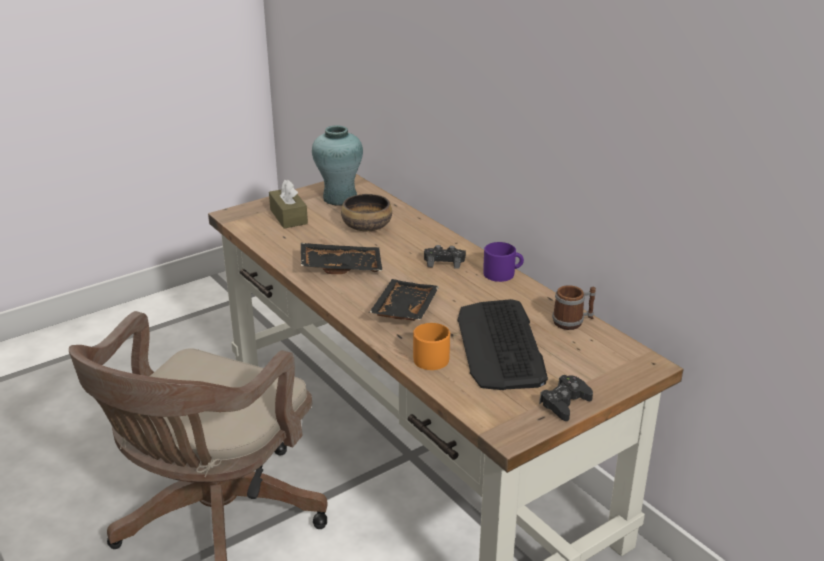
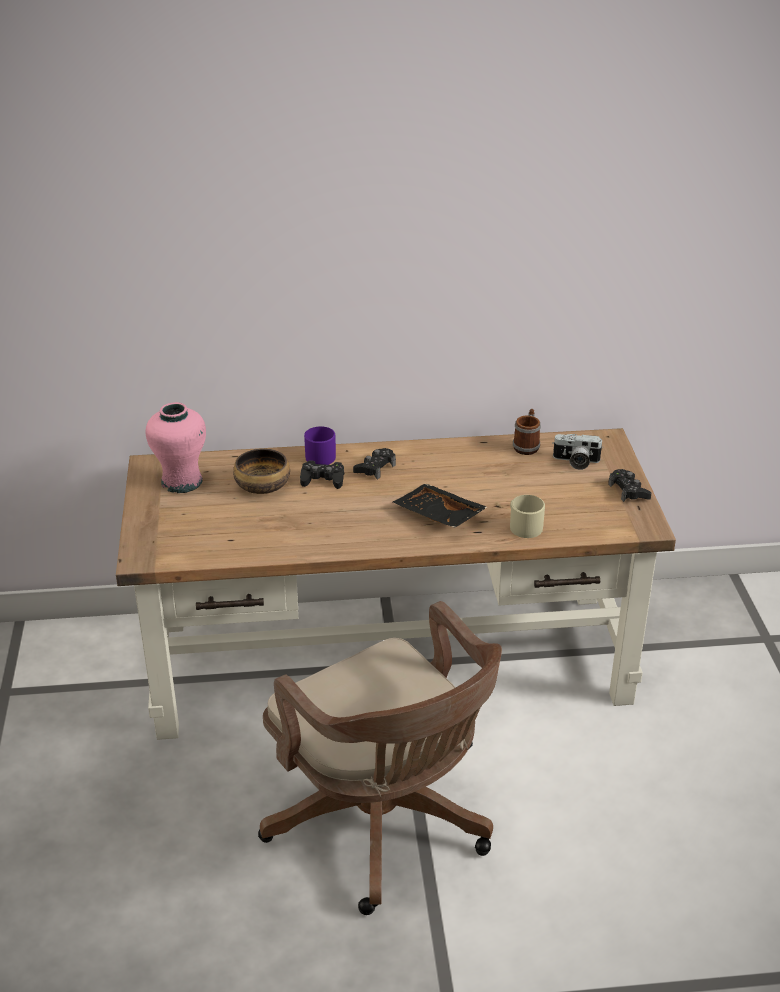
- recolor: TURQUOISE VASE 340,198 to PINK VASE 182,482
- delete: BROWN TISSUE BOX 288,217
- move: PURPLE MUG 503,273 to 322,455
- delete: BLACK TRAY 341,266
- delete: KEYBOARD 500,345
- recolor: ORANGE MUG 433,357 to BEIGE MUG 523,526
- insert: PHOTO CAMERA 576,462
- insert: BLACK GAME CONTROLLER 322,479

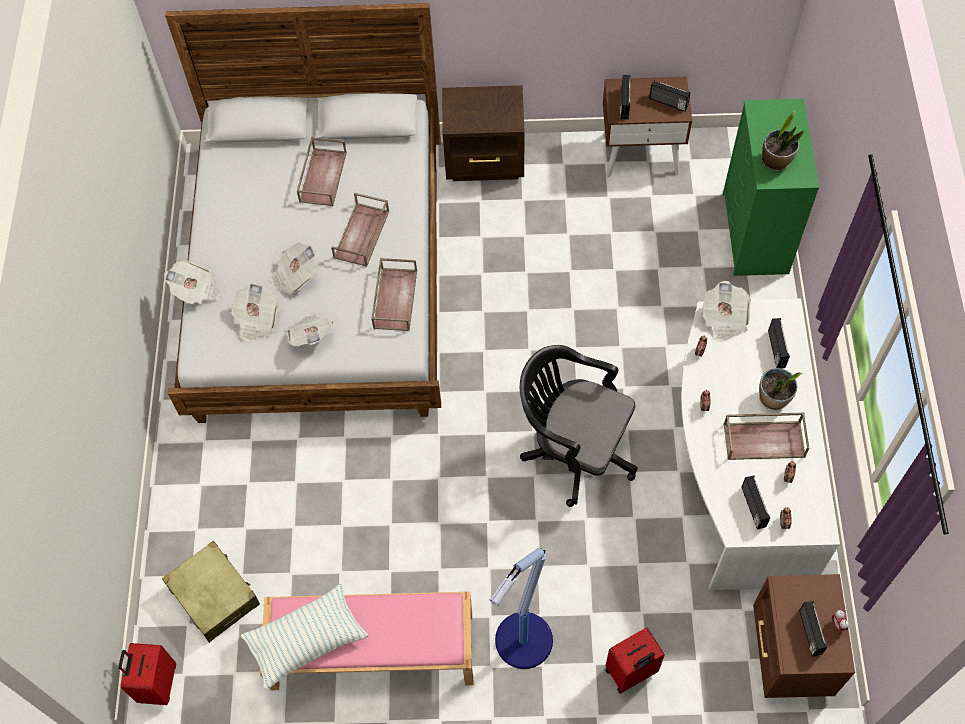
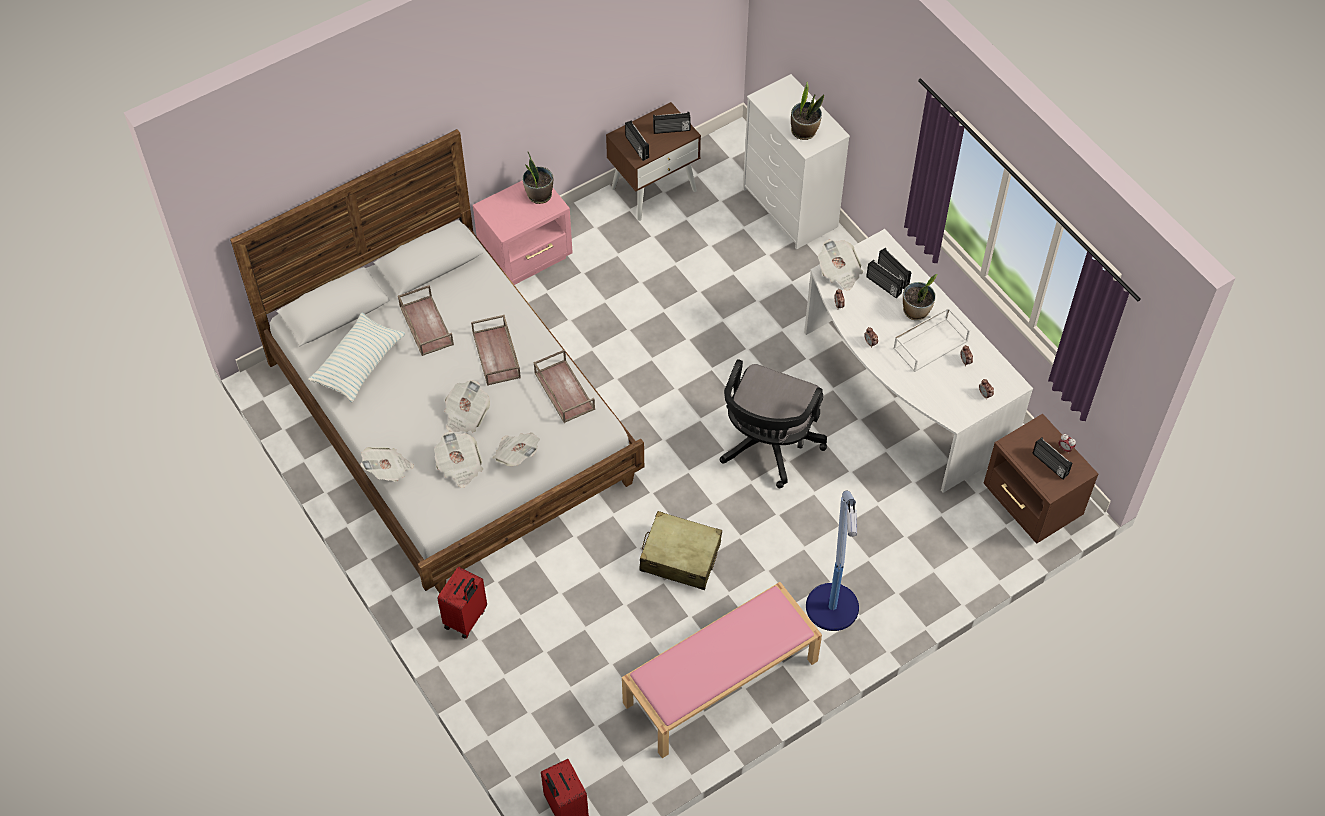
- recolor: BROWN NIGHTSTAND 486,162 to PINK NIGHTSTAND 527,257
- recolor: GREEN DRESSER 755,234 to WHITE DRESSER 790,208
- rotate: BLACK OFFICE CHAIR 573,450 = 767,446 60 degrees counterclockwise
- recolor: BROWN TRAY 764,439 to WHITE TRAY 930,343
- move: RADIO 752,507 to 883,286
- move: BEIGE SUITCASE 214,595 to 680,557
- move: PILLOW 306,640 to 359,364
- move: RED SUITCASE 631,672 to 466,619
- insert: POTTED PLANT 539,195

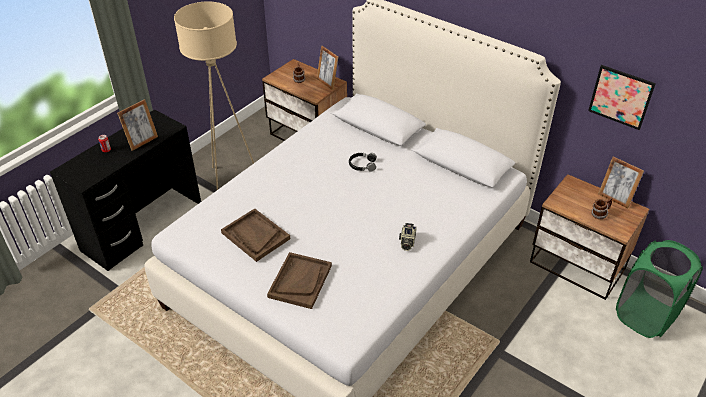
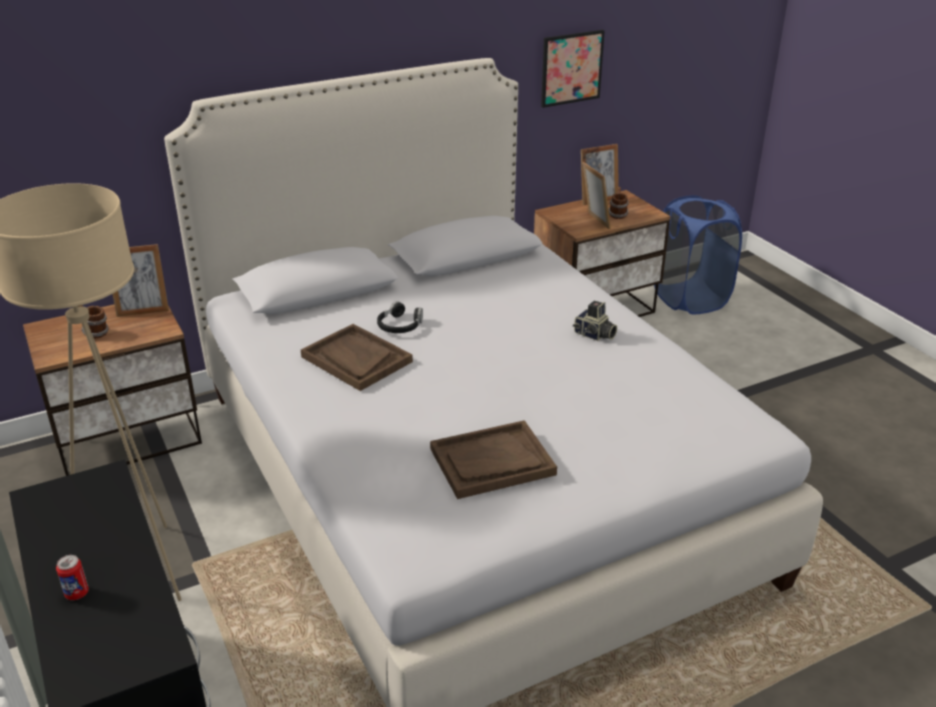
- move: PICTURE FRAME 142,142 to 594,222
- recolor: GREEN LAUNDRY BASKET 645,315 to BLUE LAUNDRY BASKET 689,298
- move: BROWN TRAY 300,281 to 356,359

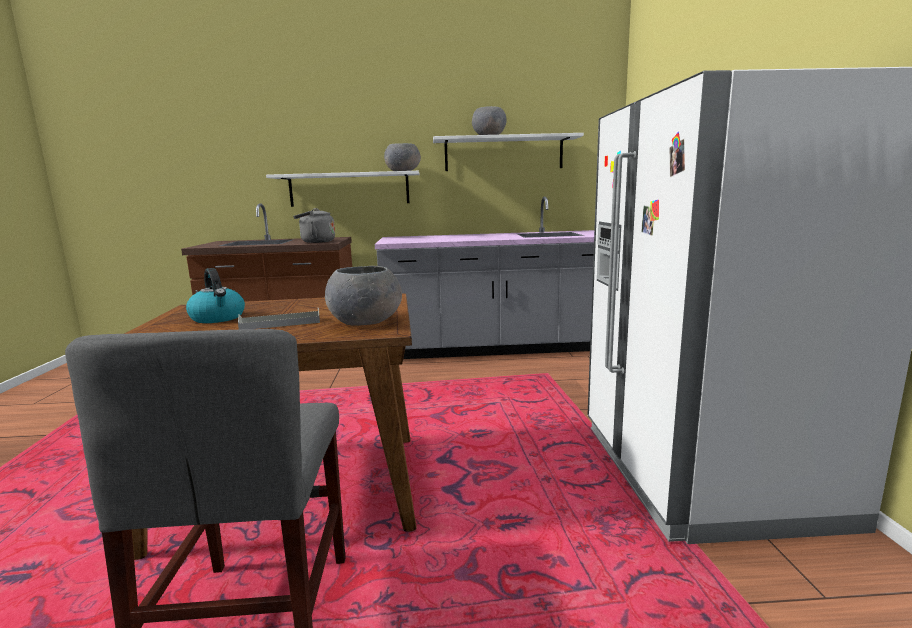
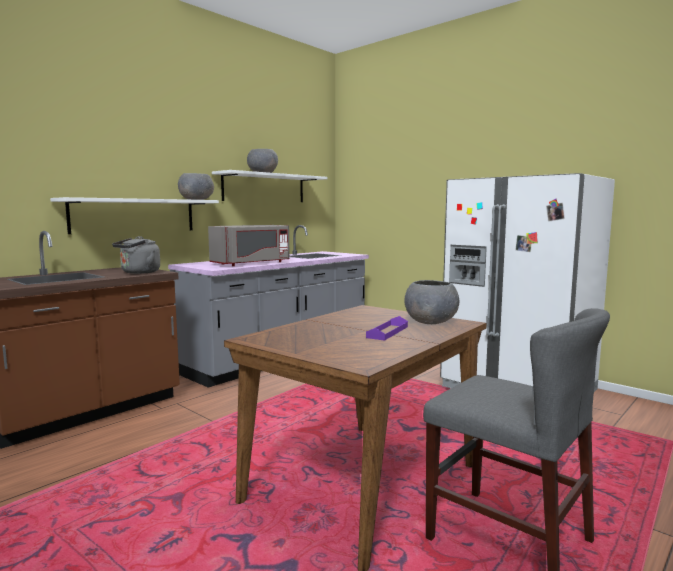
- delete: KETTLE 218,318
- recolor: GREY TRAY 280,323 to PURPLE TRAY 387,332
- insert: GREY MICROWAVE 252,263

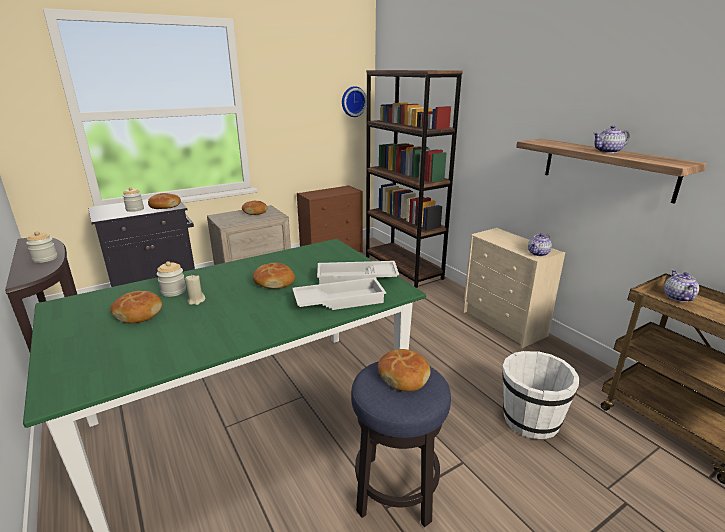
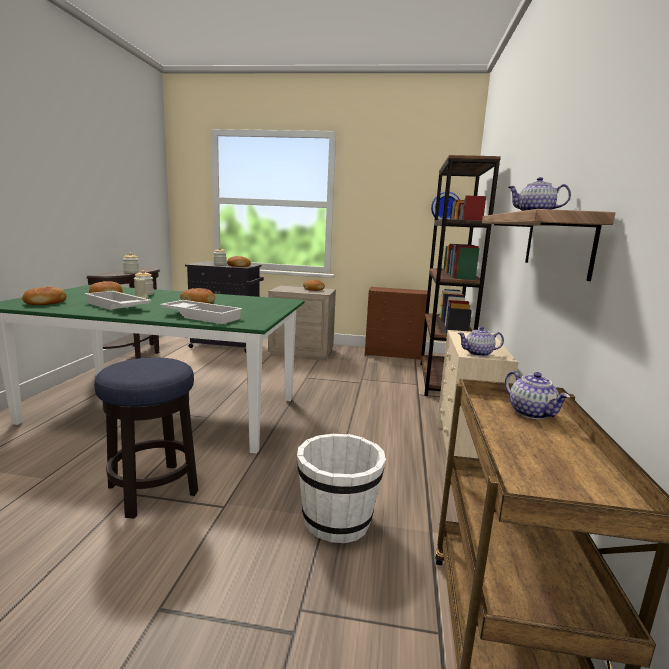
- move: WHITE TRAY 356,278 to 116,306
- rotate: TEAPOT 677,297 = 532,413 105 degrees clockwise
- move: BREAD 404,376 to 46,302

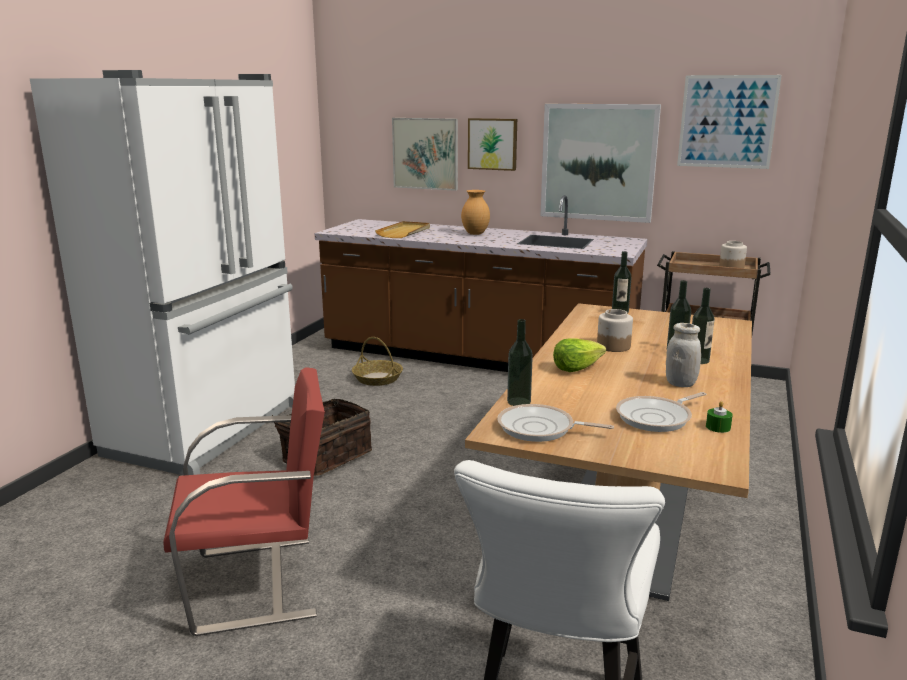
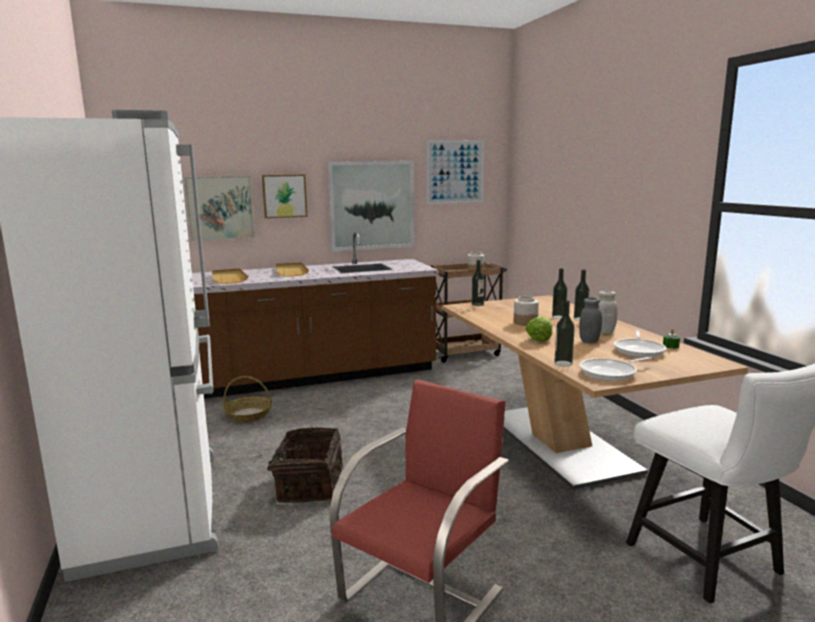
- replace: BROWN VASE 475,234 to BEIGE TRAY 290,271
- insert: GREY JAR 589,341

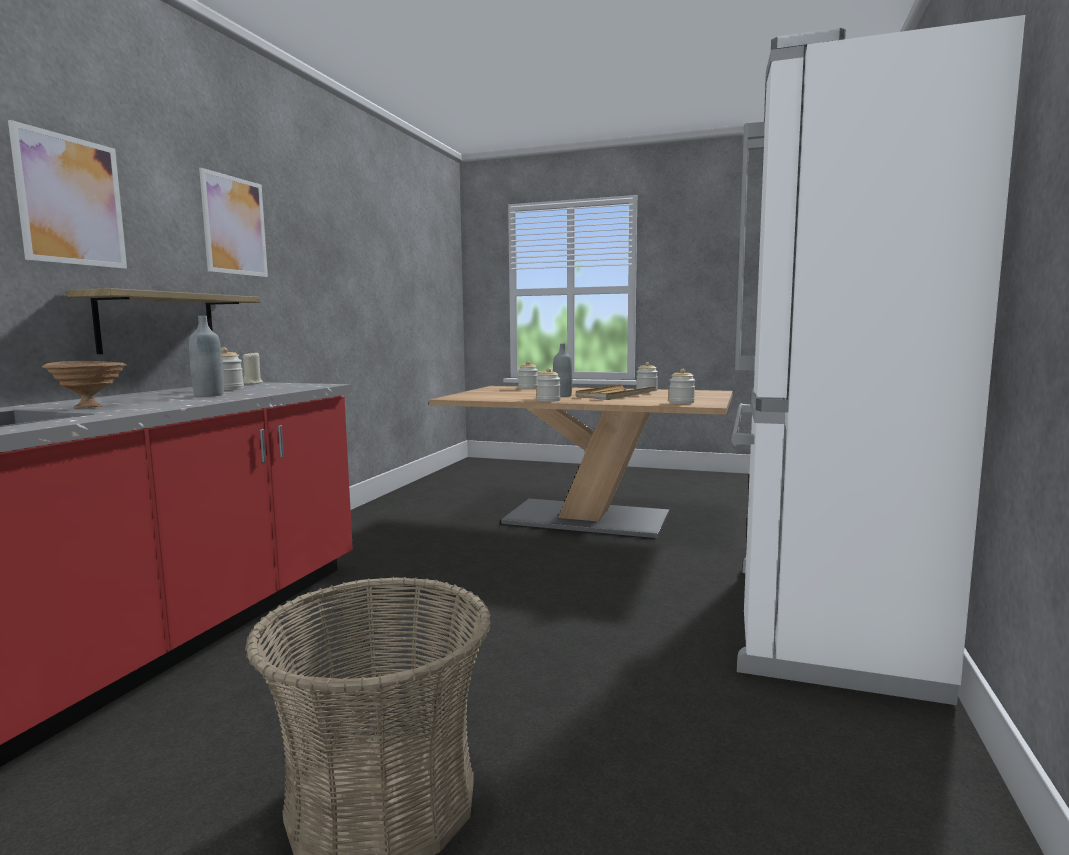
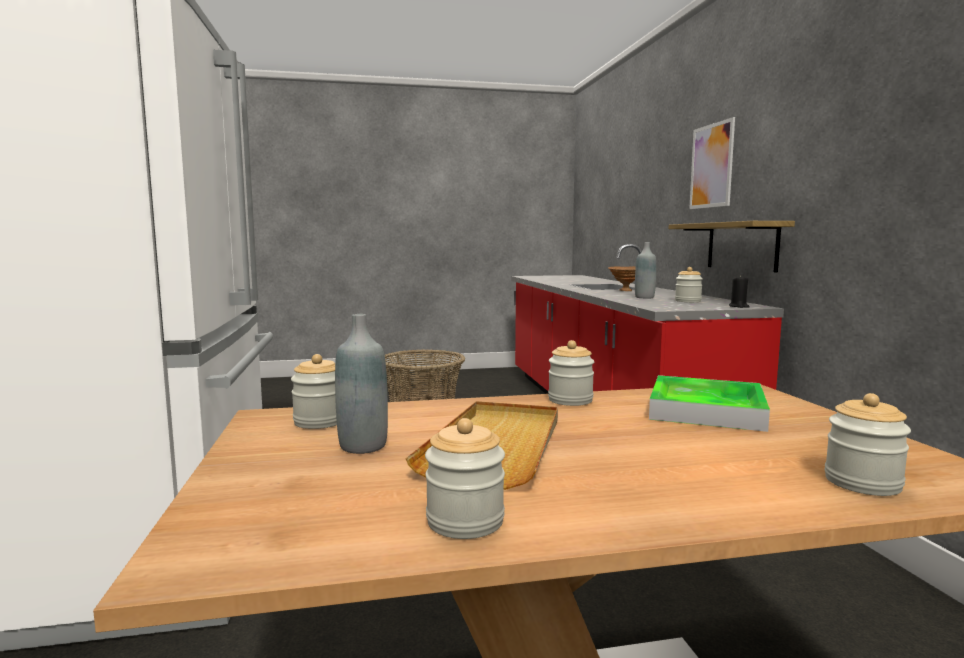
- delete: PICTURE 234,226
- move: GREY BOTTLE 562,396 to 363,446
- recolor: BEIGE CANDLE 253,383 to BLACK CANDLE 738,306
- insert: TRAY 706,410

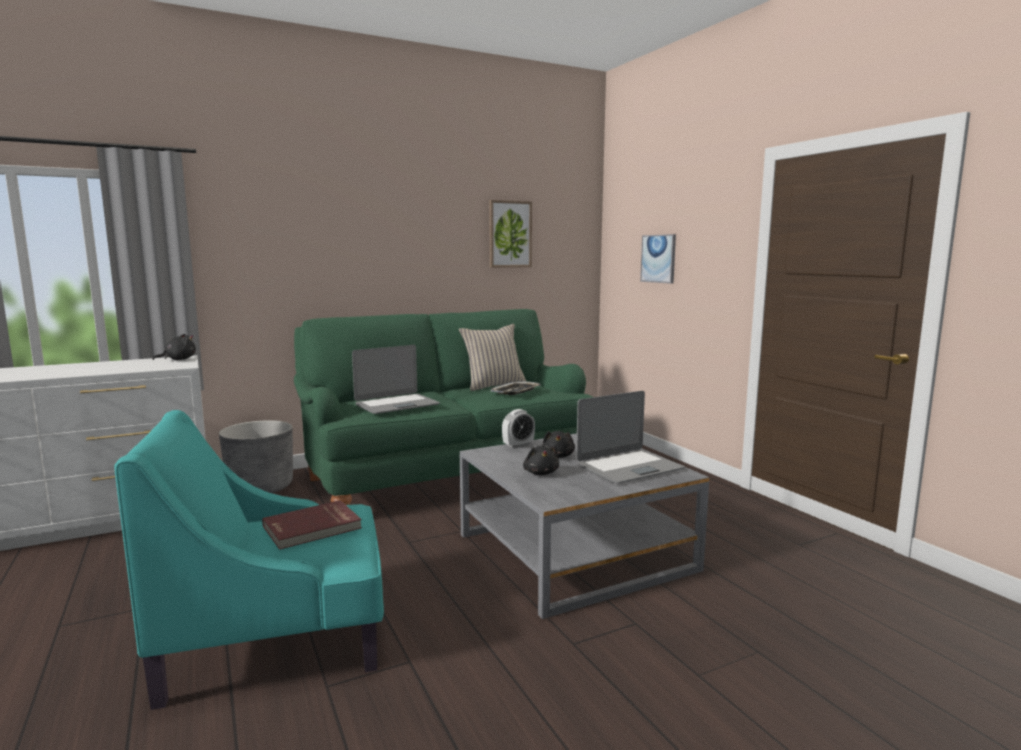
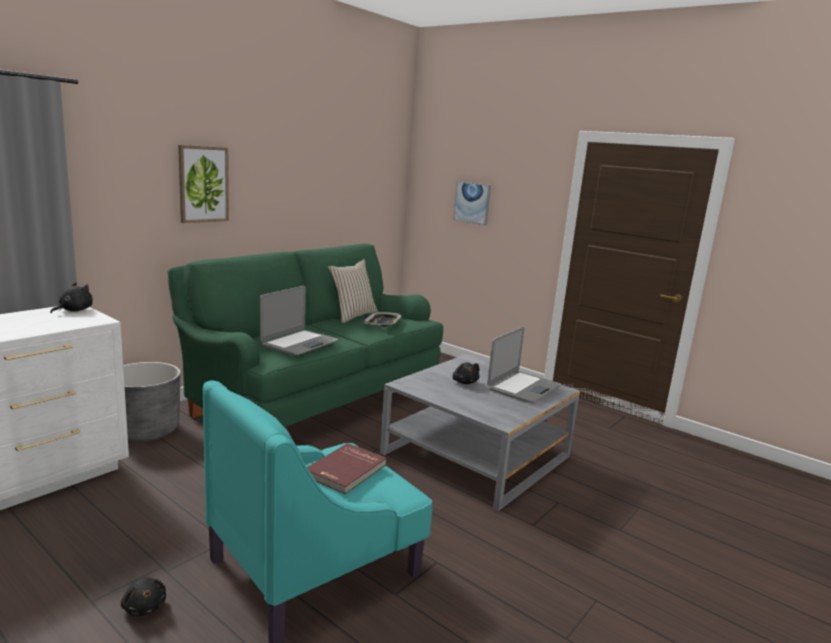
- move: PICTURE 510,234 to 203,184
- delete: ALARM CLOCK 518,445
- move: BLACK PLUSH TOY 541,473 to 144,606

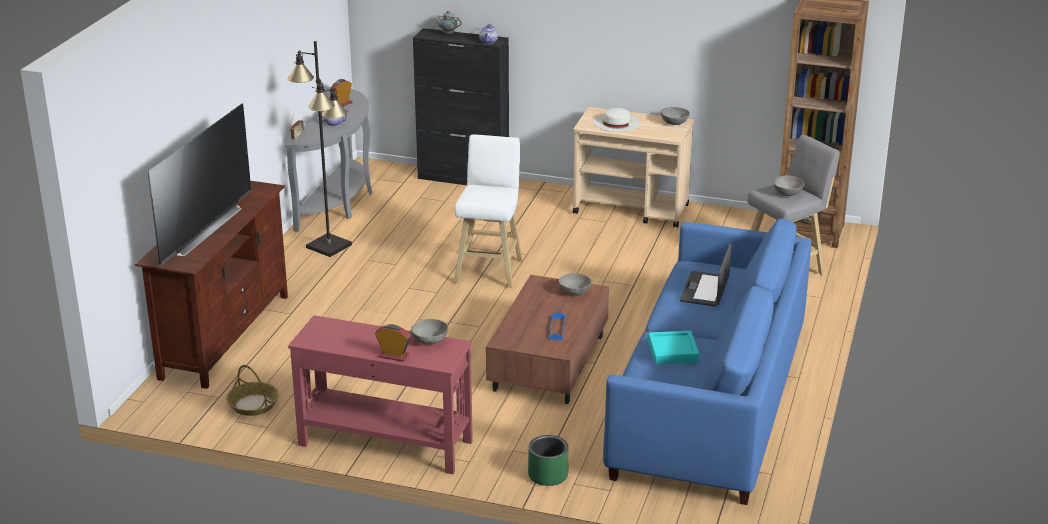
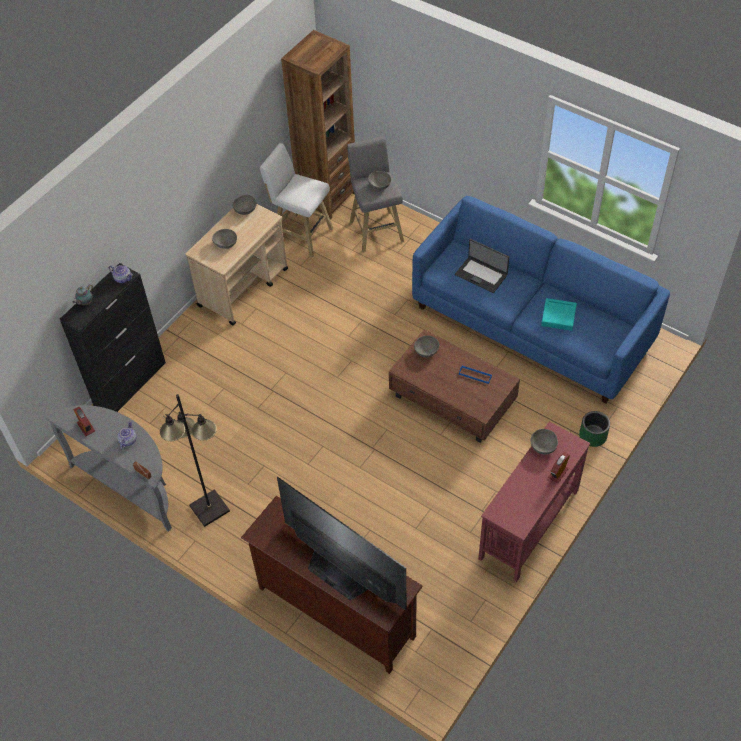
- replace: WHITE HAT 616,122 to GREY BOWL 226,244
- move: WHITE STOOL 490,269 to 301,234
- delete: BASKET 253,405

